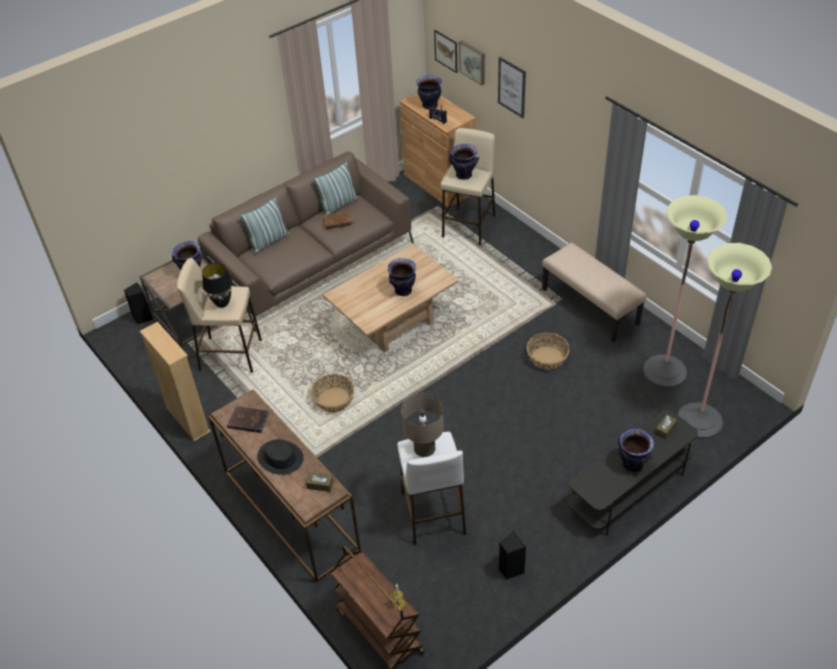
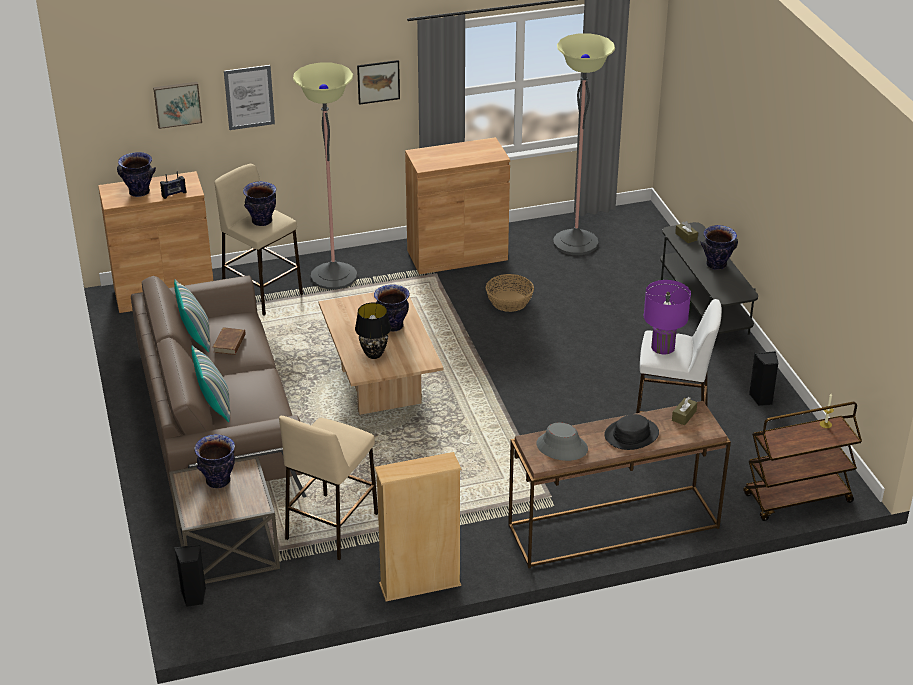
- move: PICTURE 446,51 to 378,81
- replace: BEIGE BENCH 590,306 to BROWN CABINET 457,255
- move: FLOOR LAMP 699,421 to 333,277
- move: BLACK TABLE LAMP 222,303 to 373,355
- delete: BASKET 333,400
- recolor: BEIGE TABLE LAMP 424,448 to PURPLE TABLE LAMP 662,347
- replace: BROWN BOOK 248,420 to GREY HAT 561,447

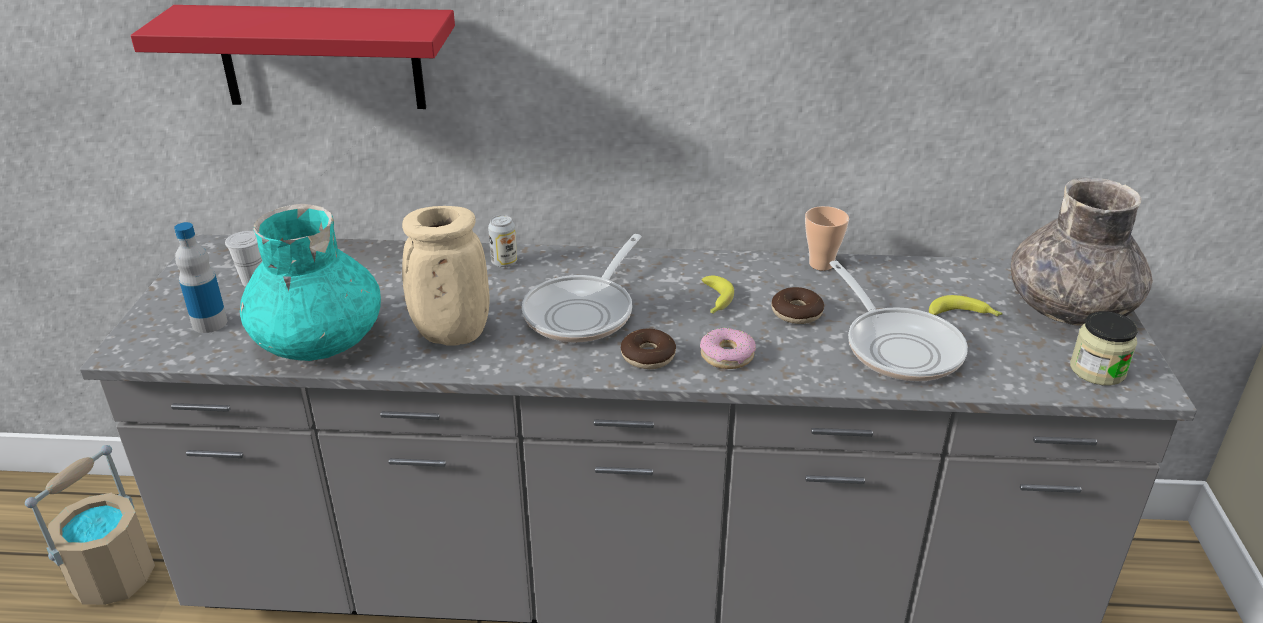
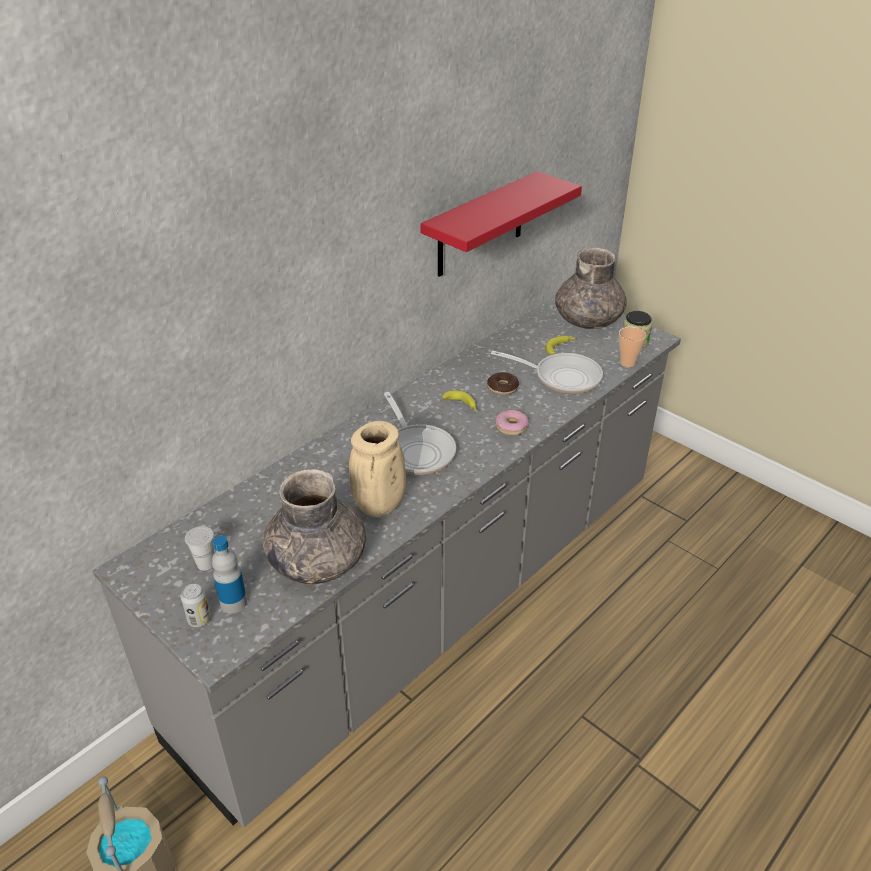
- move: RED SHELF 321,57 to 480,225
- recolor: TURQUOISE VASE 319,340 to GREY VASE 317,561
- move: CUP 821,264 to 627,363
- move: CAN 504,262 to 199,619
- delete: DONUT 648,356

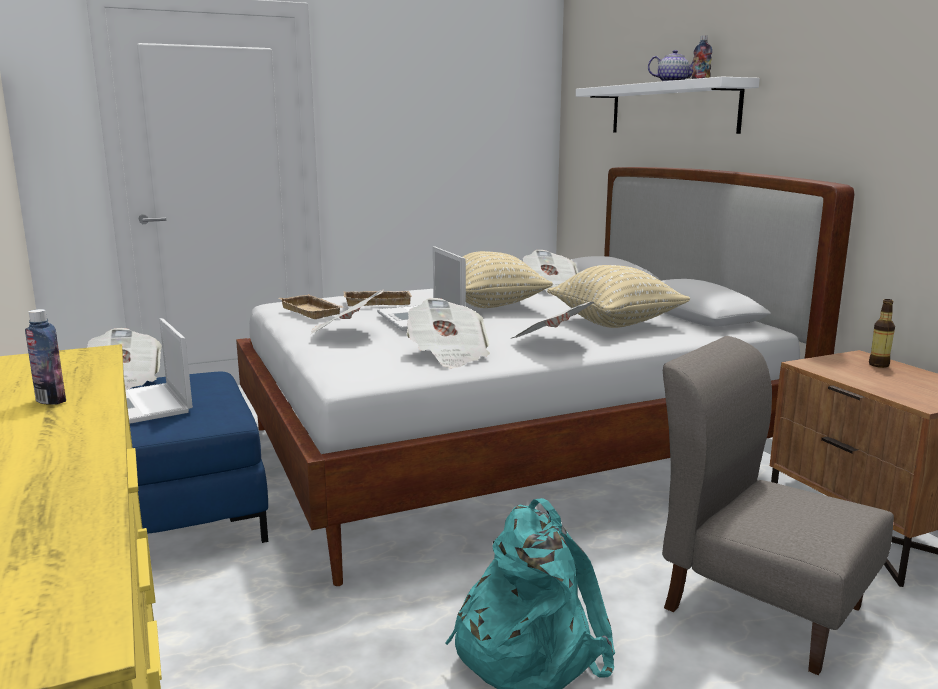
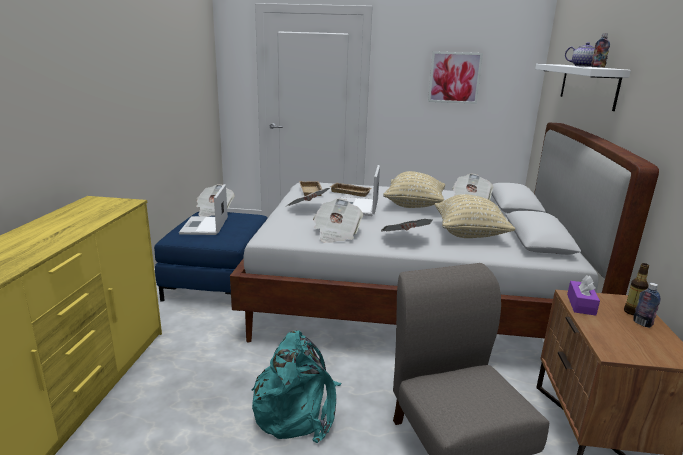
- move: BOTTLE 51,400 to 642,323
- insert: PICTURE 454,77
- insert: PURPLE TISSUE BOX 581,304

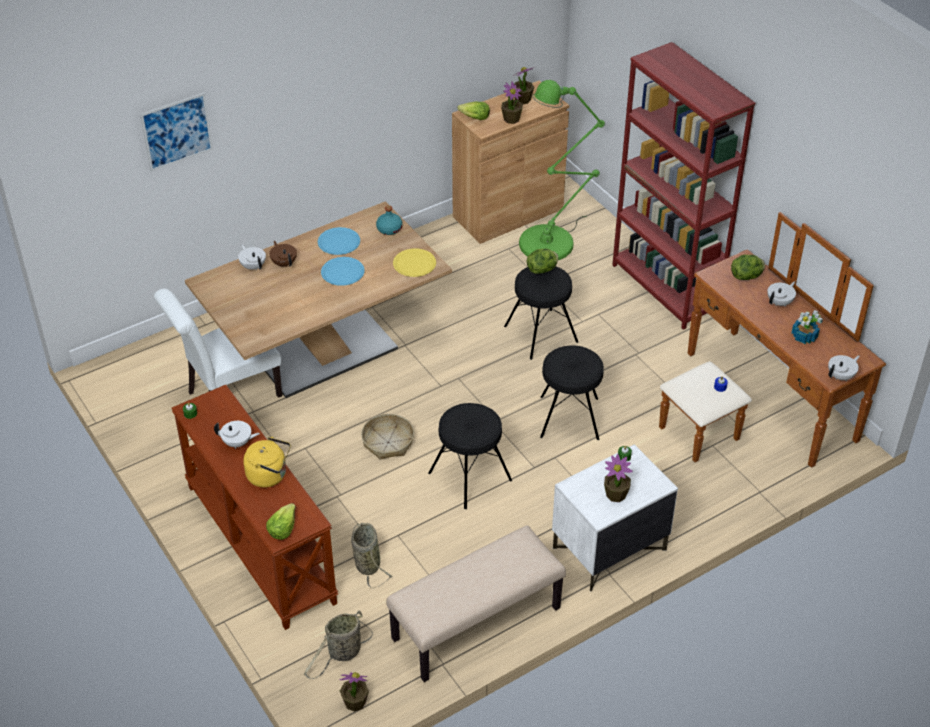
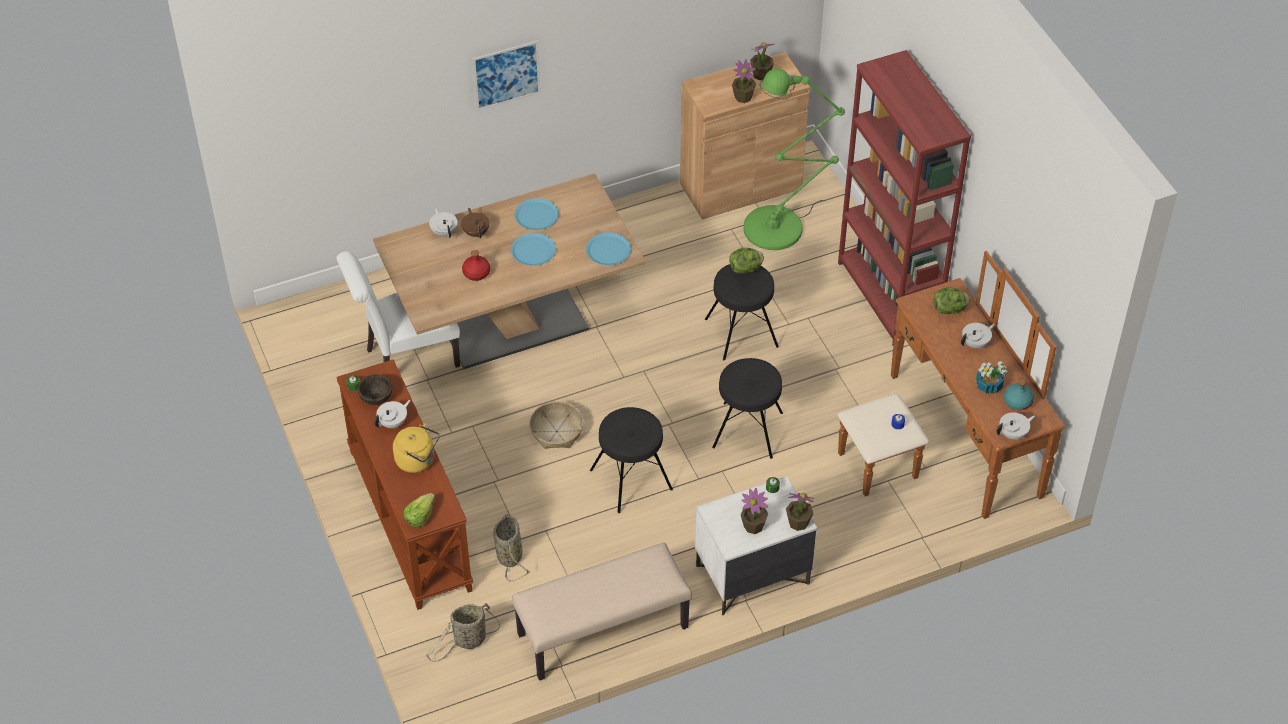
- move: PICTURE 176,131 to 506,75
- delete: LETTUCE 474,118
- move: TURQUOISE BOTTLE 389,229 to 1017,401
- recolor: YELLOW PLATE 414,263 to BLUE PLATE 608,250
- rotate: WHITE TEAPOT 237,443 = 393,423 60 degrees counterclockwise
- move: POTTED PLANT 355,702 to 798,522
- insert: RED BOTTLE 476,273
- insert: BROWN BOWL 376,398

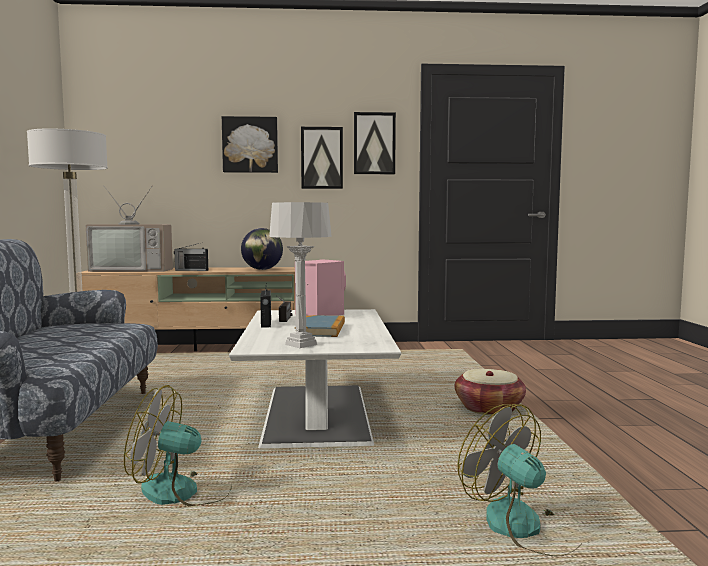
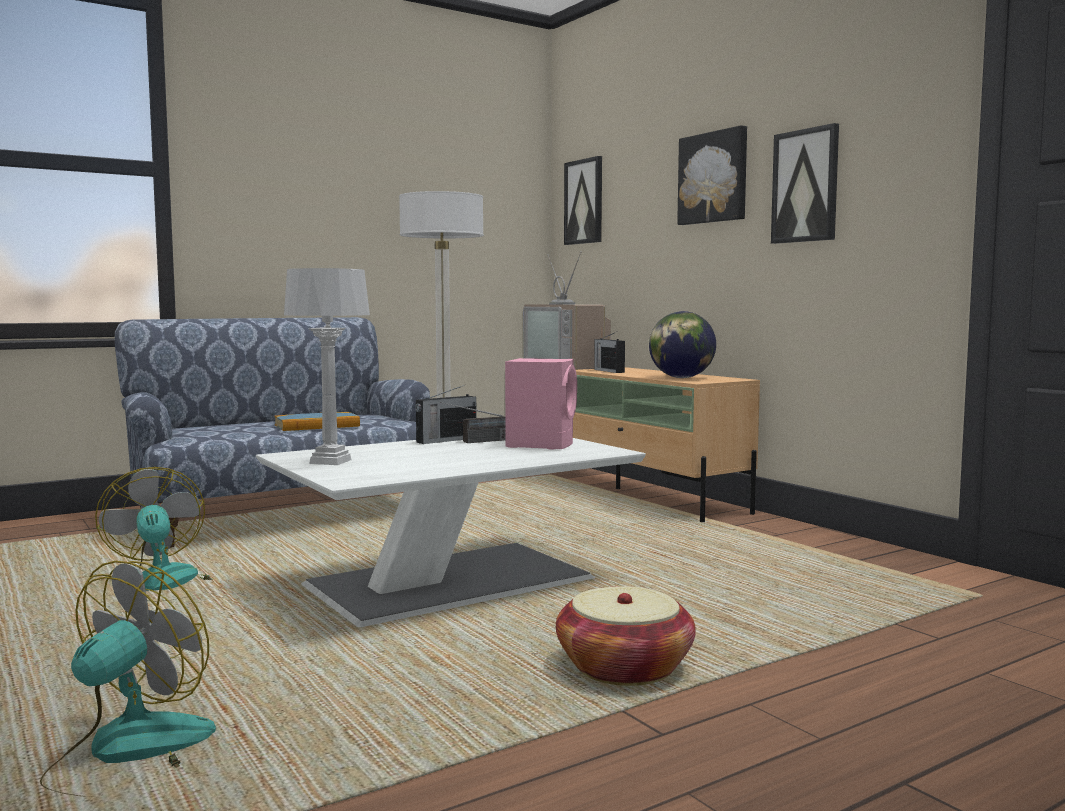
- move: PICTURE 374,143 to 584,202
- move: BOOK 321,329 to 317,426

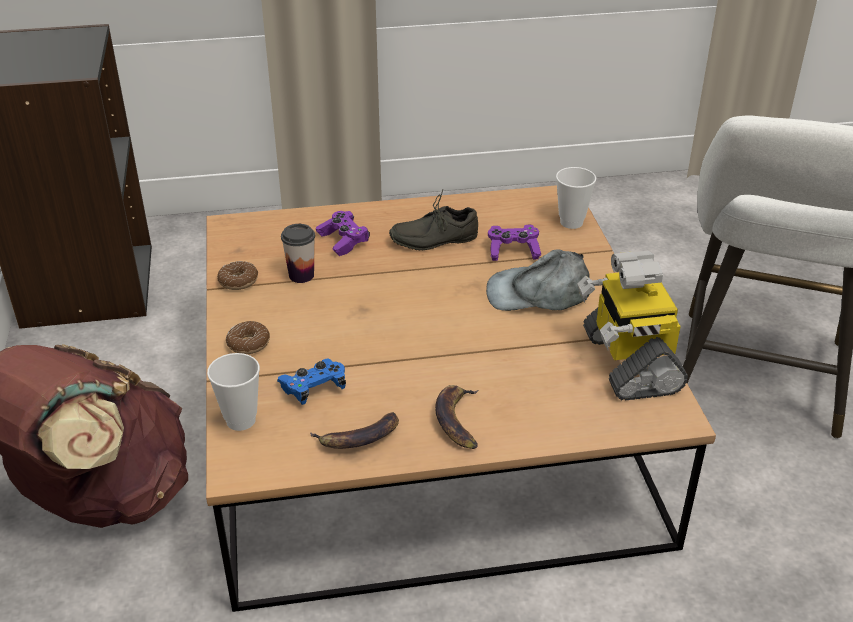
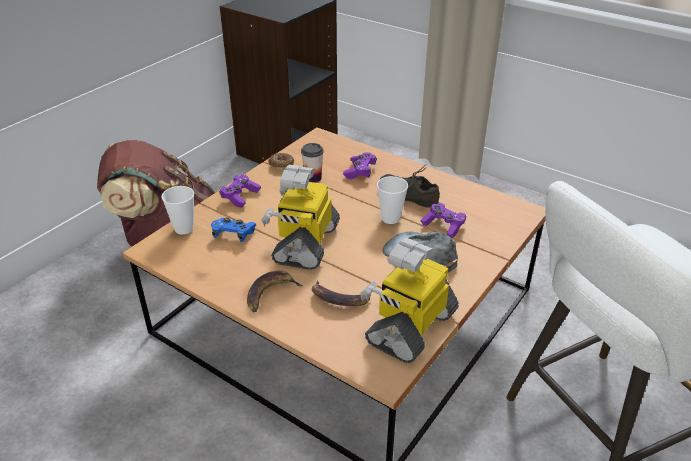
- move: CUP 571,222 to 390,218
- replace: DONUT 248,343 to PURPLE GAME CONTROLLER 240,196
- move: BANANA 358,438 to 337,299
- insert: TOY ROBOT 305,243

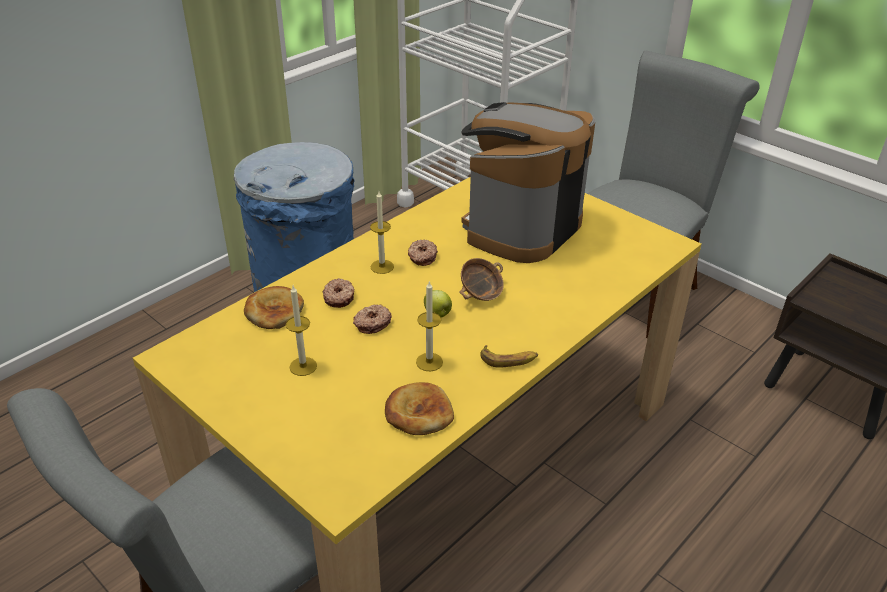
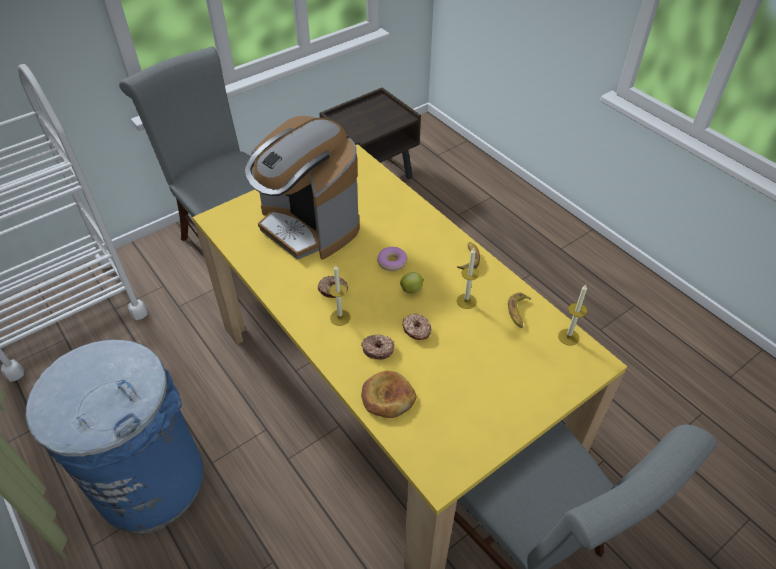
- replace: BOWL 481,294 to DONUT 392,262
- move: CANDLE 303,366 to 568,337
- replace: BREAD 418,413 to BANANA 518,313

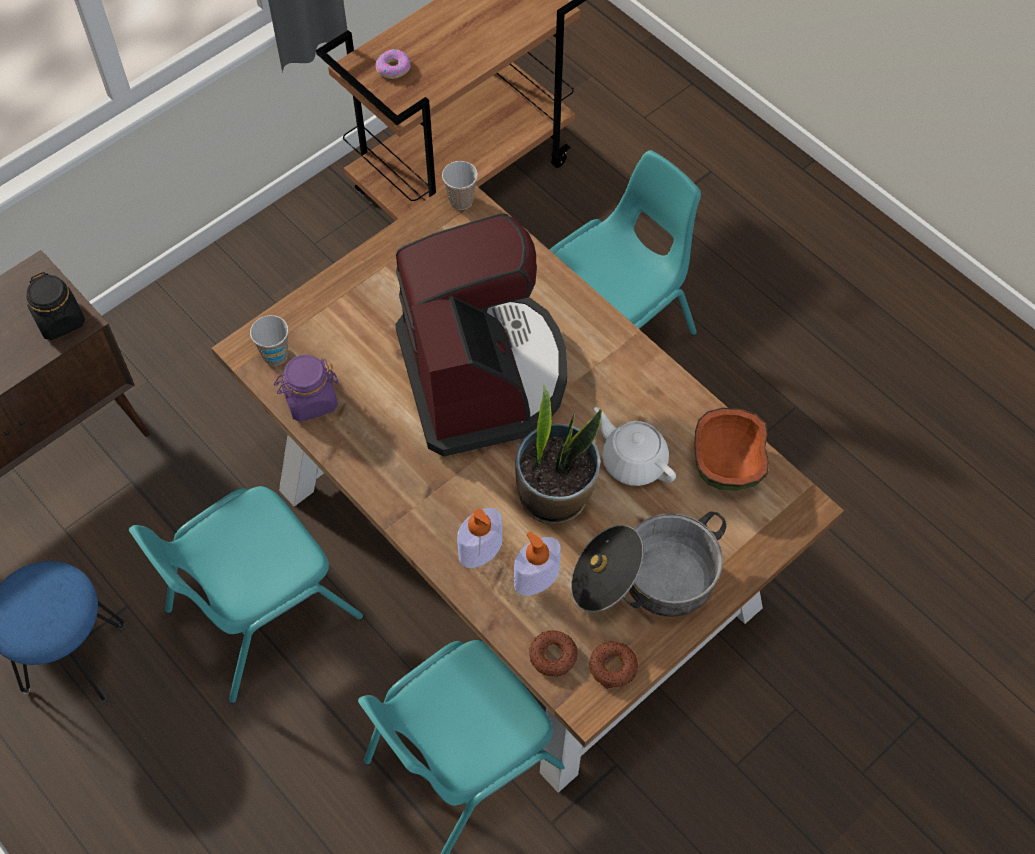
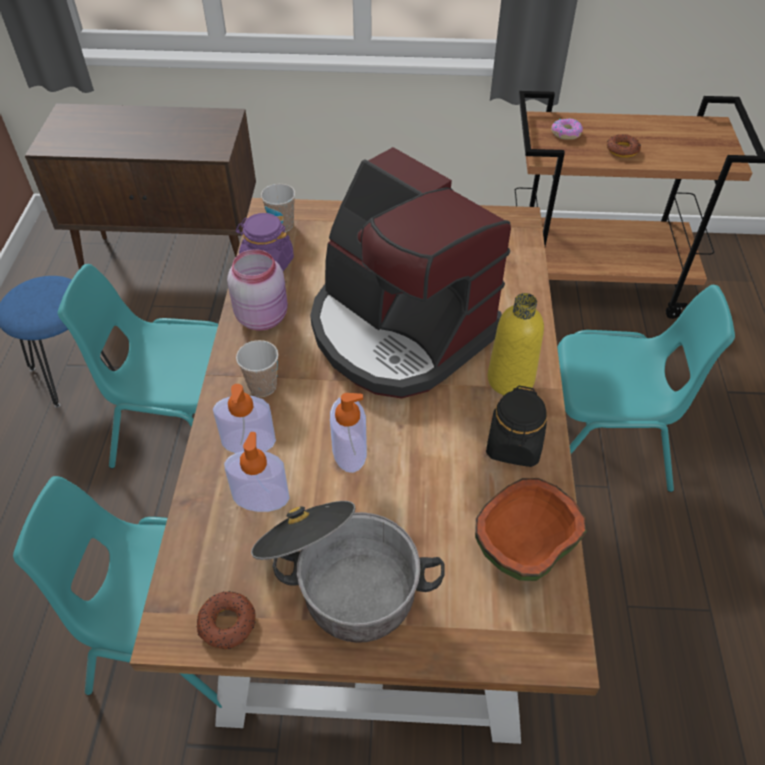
- move: CUP 461,201 to 263,386
- rotate: COFFEE MACHINE 482,375 = 399,331 105 degrees clockwise
- move: BLACK JAR 60,320 to 514,445
- replace: POTTED PLANT 555,495 to SOAP DISPENSER 349,450
- delete: WHITE TEAPOT 633,460
- move: DONUT 553,655 to 622,150
- insert: PINK JAR 263,316
- insert: YELLOW BOTTLE 510,379

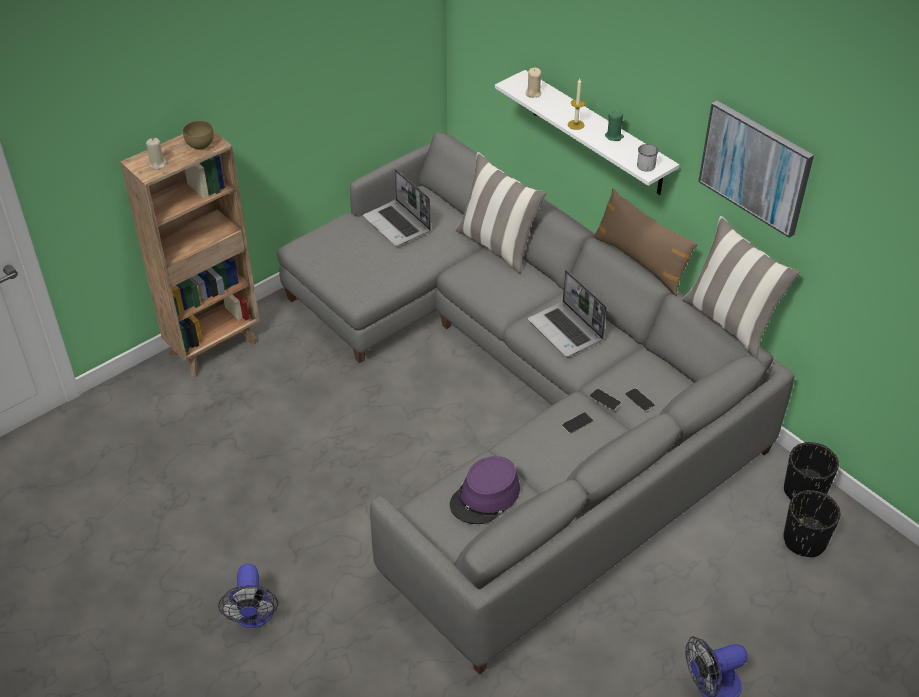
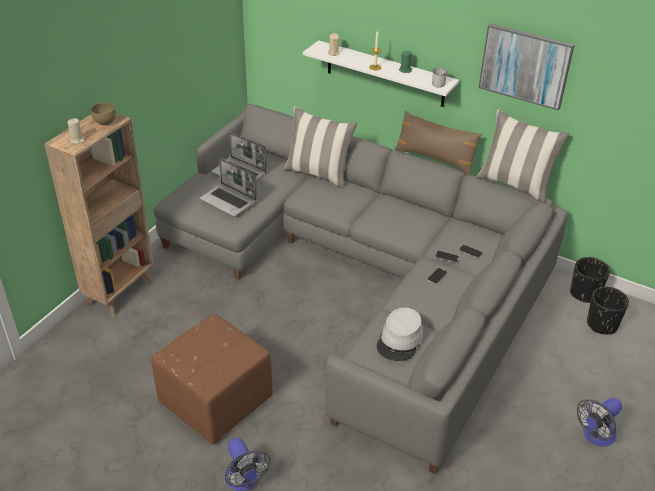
- move: LAPTOP 566,331 to 229,201
- recolor: PURPLE HAT 485,497 to GREY HAT 400,340
- insert: BROWN OTTOMAN 216,400

